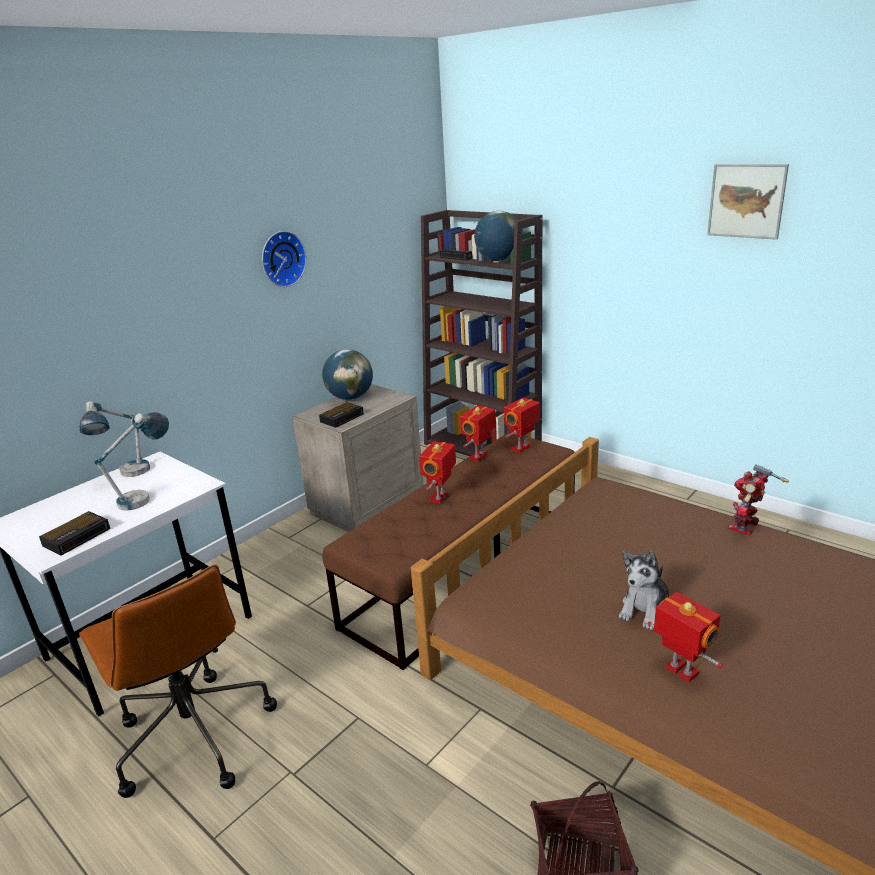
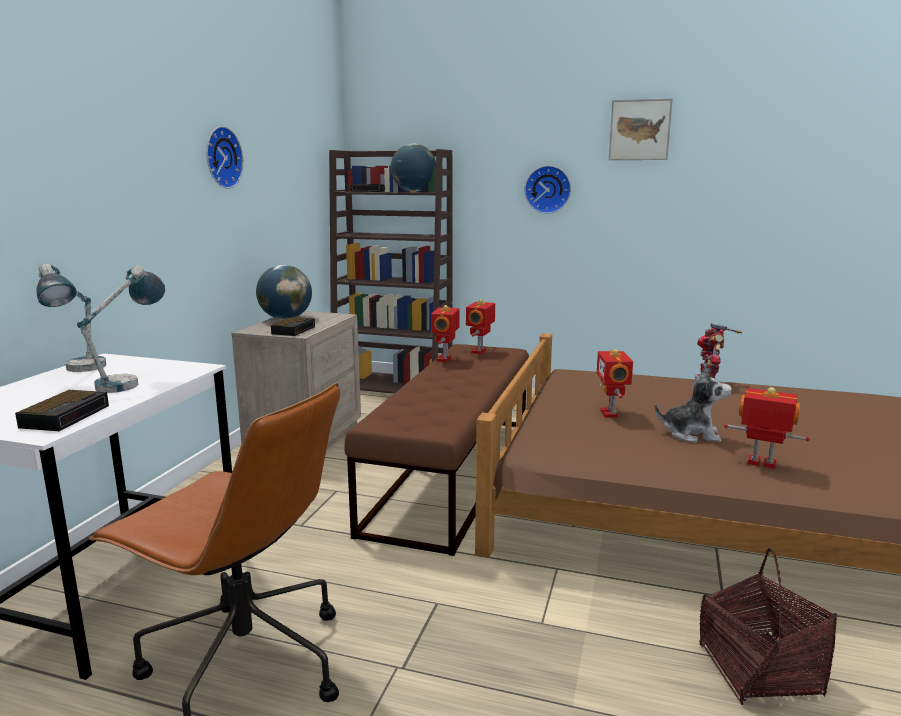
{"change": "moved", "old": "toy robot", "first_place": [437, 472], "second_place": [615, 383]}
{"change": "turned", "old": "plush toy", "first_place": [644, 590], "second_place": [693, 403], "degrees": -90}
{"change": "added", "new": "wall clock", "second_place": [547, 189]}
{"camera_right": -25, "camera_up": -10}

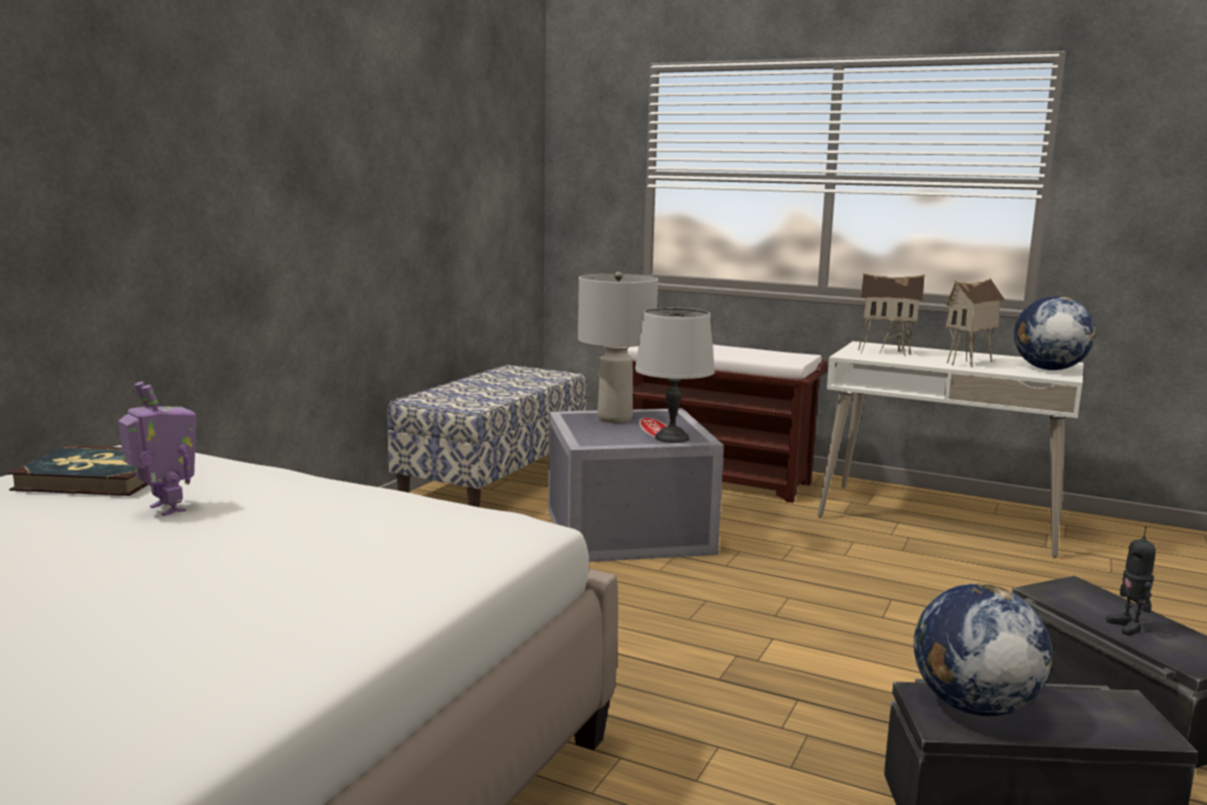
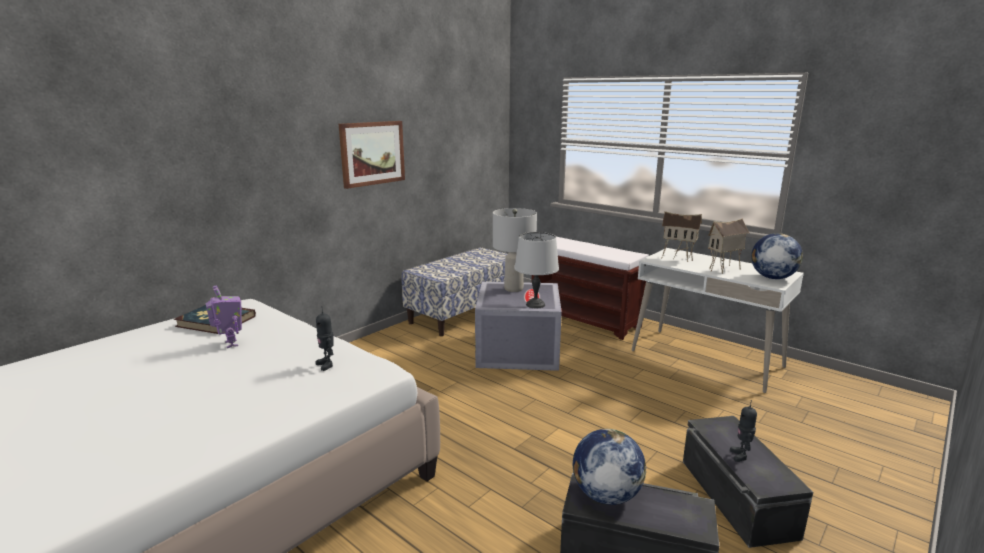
{"change": "added", "new": "toy robot", "second_place": [325, 338]}
{"change": "added", "new": "picture", "second_place": [372, 155]}
{"camera_right": 15, "camera_up": 5}

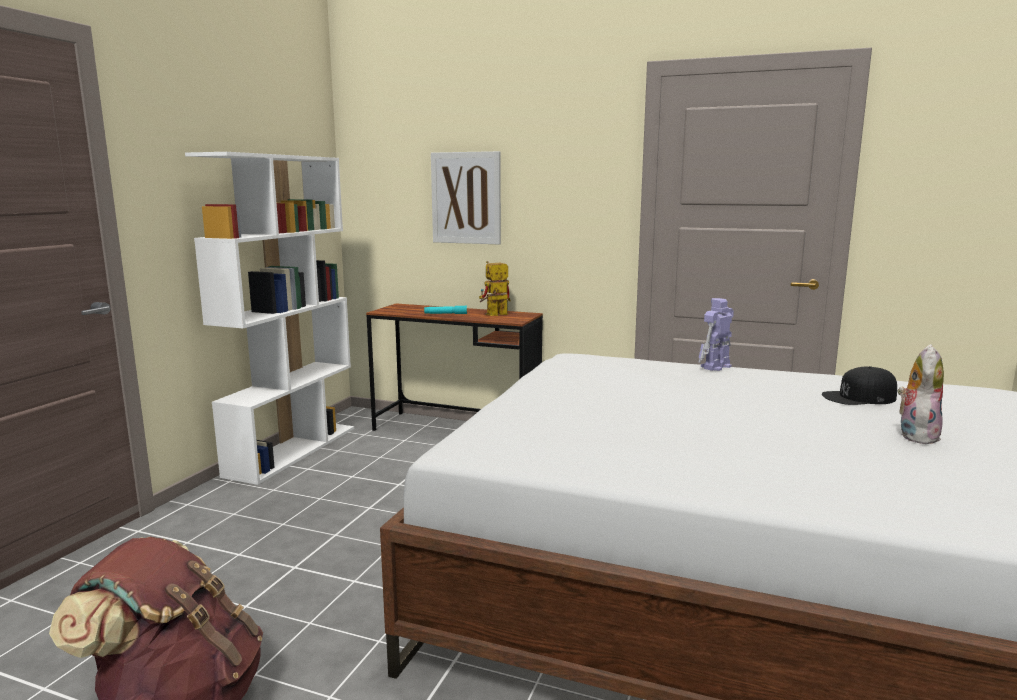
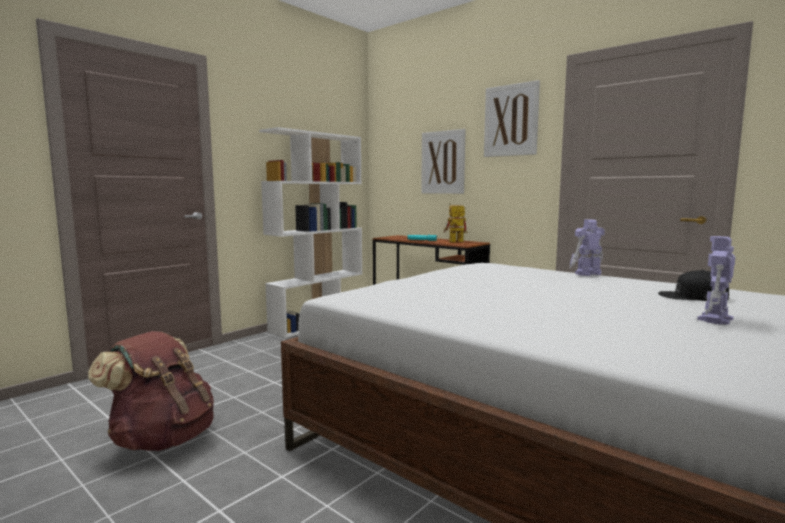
{"change": "replaced", "old": "plush toy", "new": "toy robot", "first_place": [920, 394], "second_place": [716, 280]}
{"change": "added", "new": "picture", "second_place": [512, 118]}
{"camera_right": 20, "camera_up": -5}

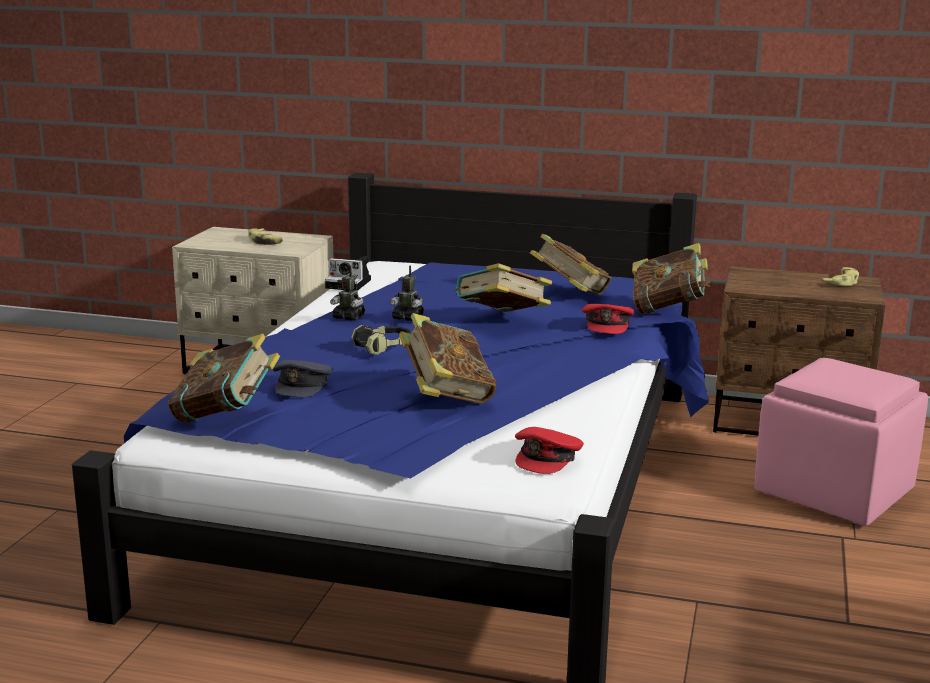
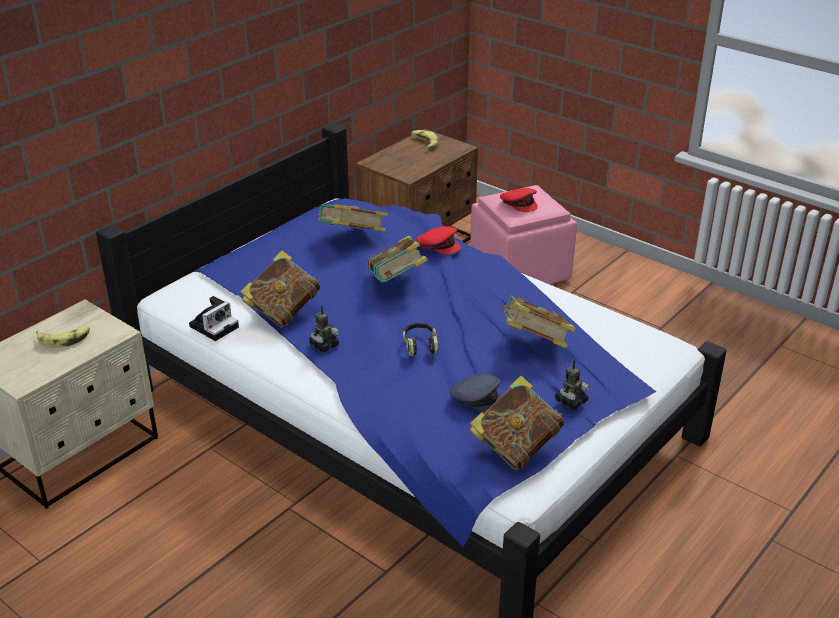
{"change": "moved", "old": "toy robot", "first_place": [407, 293], "second_place": [572, 385]}
{"change": "moved", "old": "cap in red", "first_place": [549, 450], "second_place": [519, 200]}
{"change": "moved", "old": "book", "first_place": [671, 278], "second_place": [280, 289]}
{"camera_right": -65, "camera_up": 15}

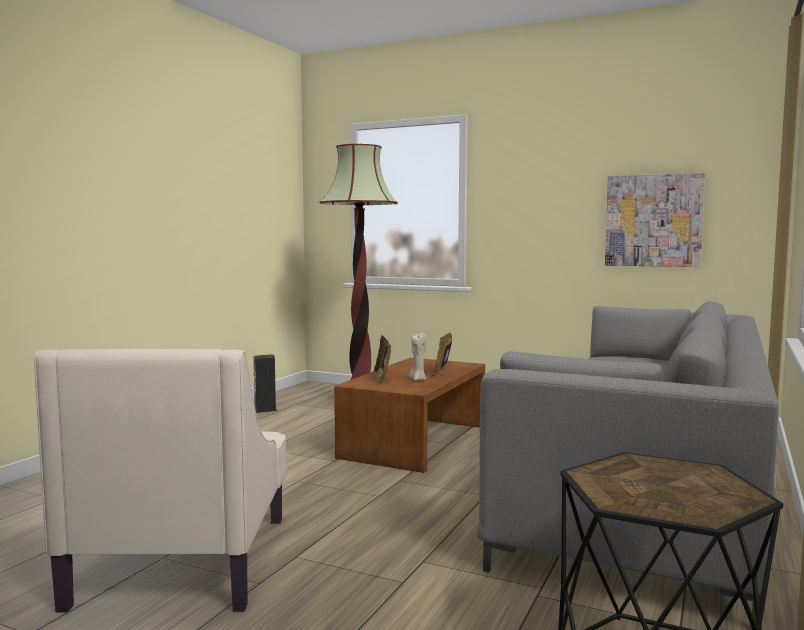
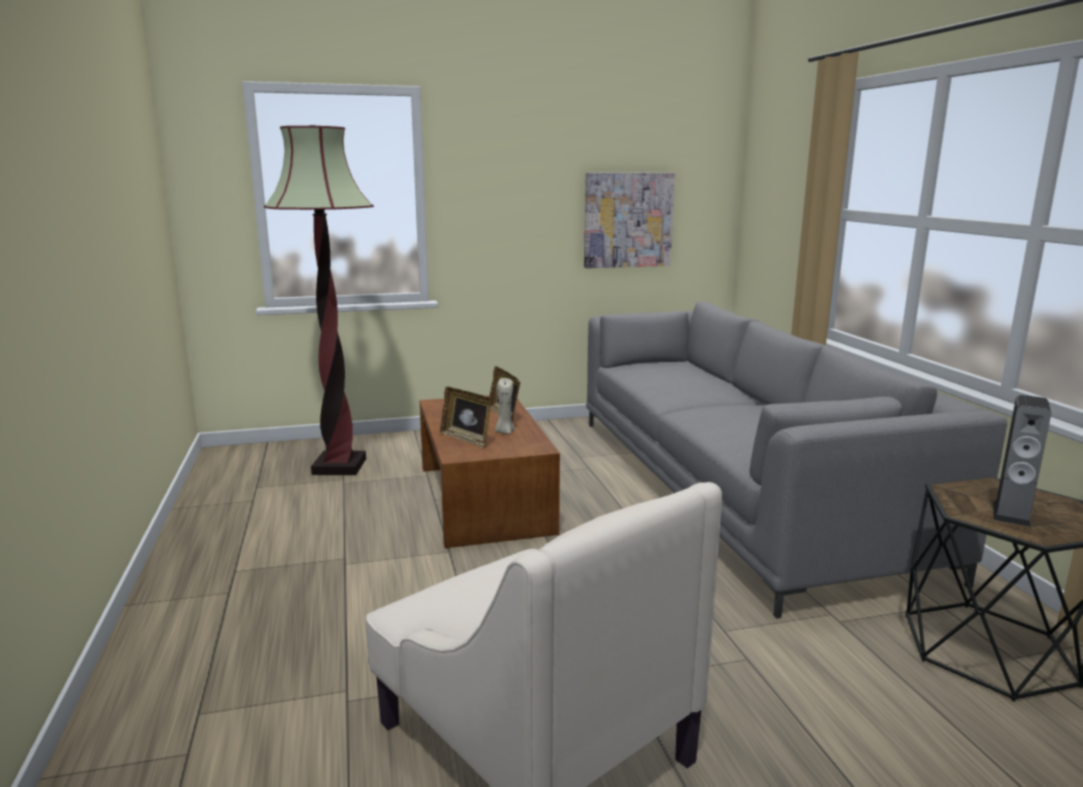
{"change": "moved", "old": "speaker", "first_place": [265, 383], "second_place": [1022, 461]}
{"camera_right": -40, "camera_up": 10}

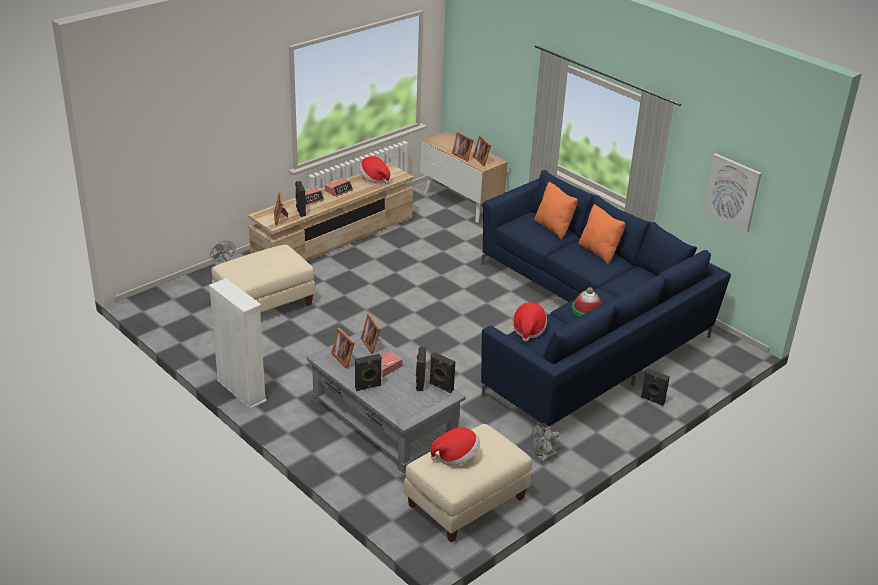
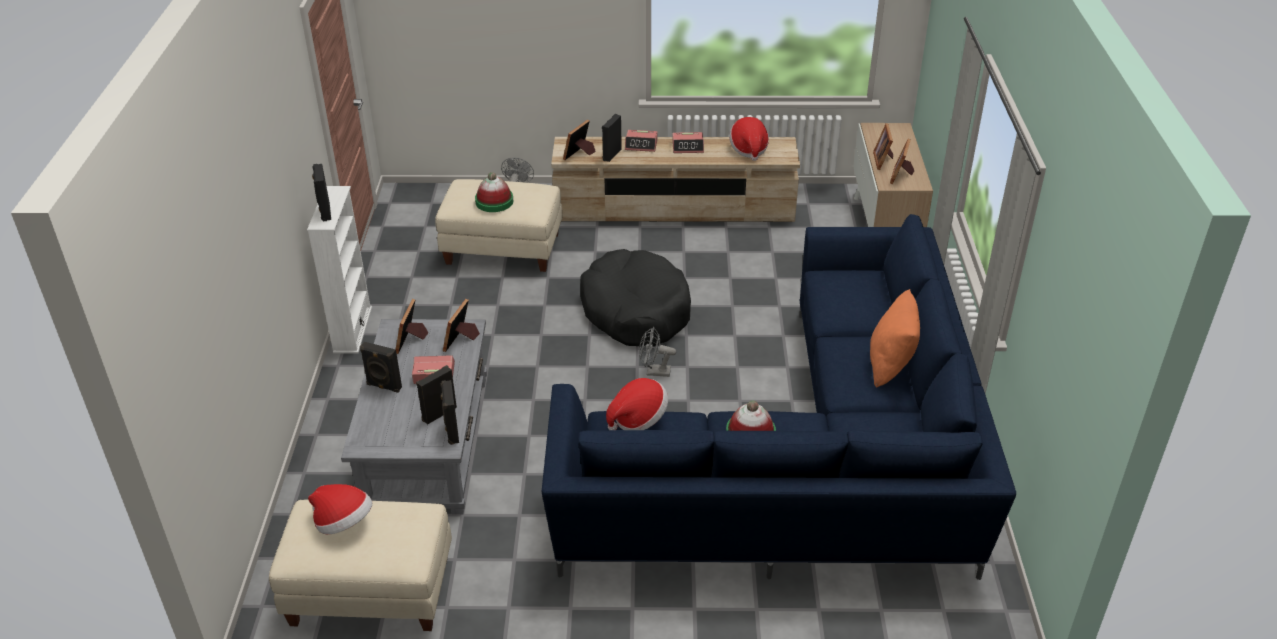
{"change": "moved", "old": "fan in grey", "first_place": [545, 442], "second_place": [657, 352]}
{"change": "removed", "old": "pillow in orange", "first_place": [556, 210]}
{"change": "moved", "old": "speaker in black", "first_place": [655, 387], "second_place": [321, 193]}
{"change": "removed", "old": "picture", "first_place": [732, 192]}
{"change": "added", "new": "hat", "second_place": [494, 192]}
{"change": "added", "new": "dog bed in black", "second_place": [635, 297]}
{"camera_right": 45, "camera_up": 5}

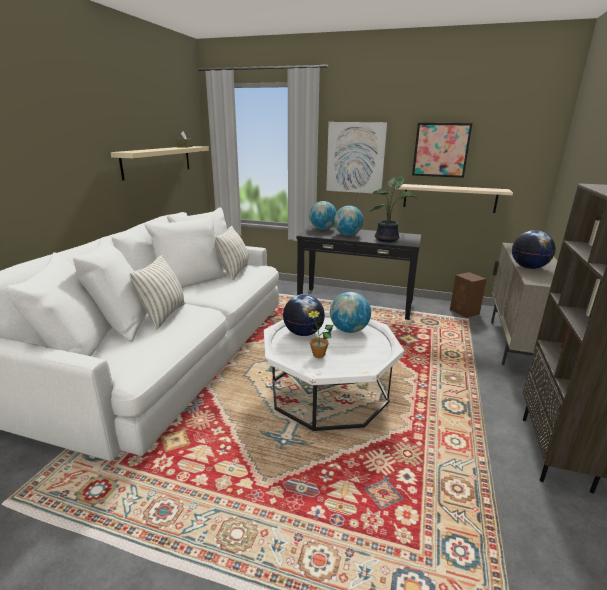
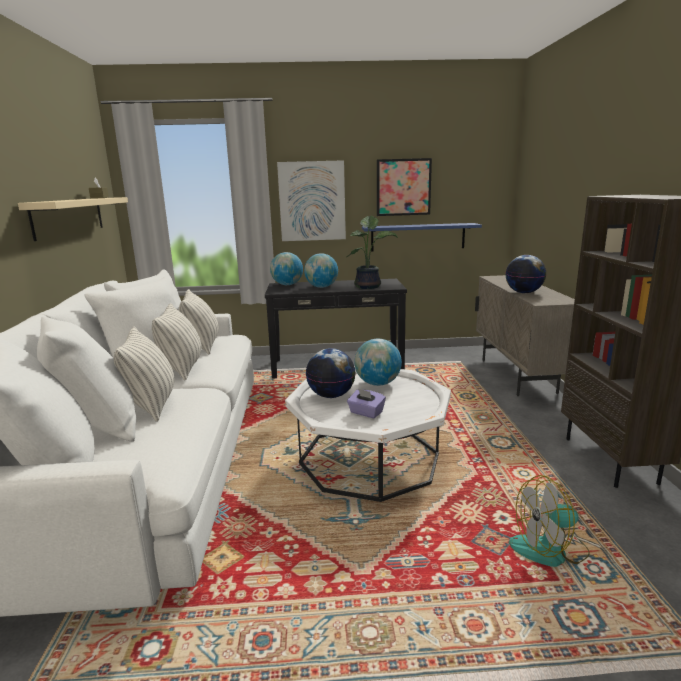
{"change": "replaced", "old": "potted plant", "new": "tissue box in purple", "first_place": [320, 334], "second_place": [366, 403]}
{"change": "recoloured", "old": "shelf in beige", "new": "shelf in blue", "first_place": [455, 198], "second_place": [422, 237]}
{"change": "removed", "old": "speaker in brown", "first_place": [468, 295]}
{"change": "added", "new": "pillow", "second_place": [177, 342]}
{"change": "added", "new": "fan", "second_place": [549, 521]}
{"camera_right": -20, "camera_up": -5}

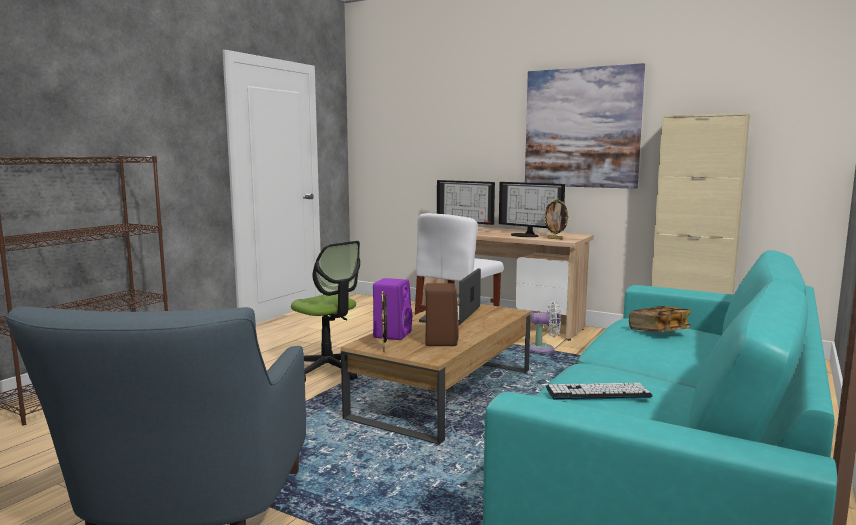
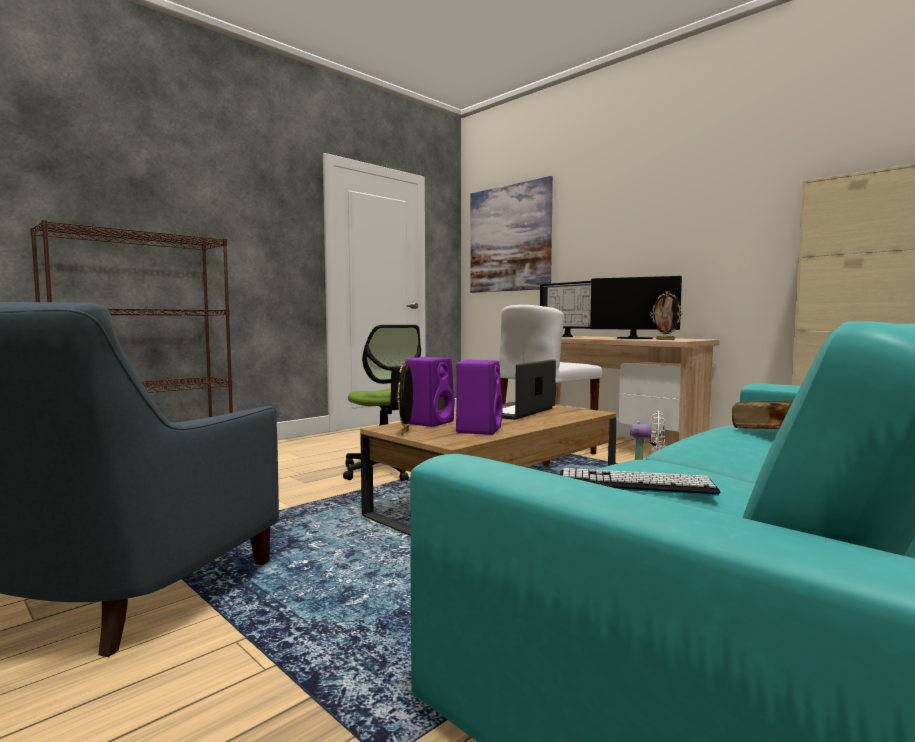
{"change": "recoloured", "old": "speaker in brown", "new": "speaker in purple", "first_place": [442, 314], "second_place": [479, 397]}
{"change": "turned", "old": "monitor", "first_place": [532, 209], "second_place": [636, 307], "degrees": 150}
{"change": "moved", "old": "picture", "first_place": [585, 126], "second_place": [511, 234]}
{"camera_right": 15, "camera_up": -5}

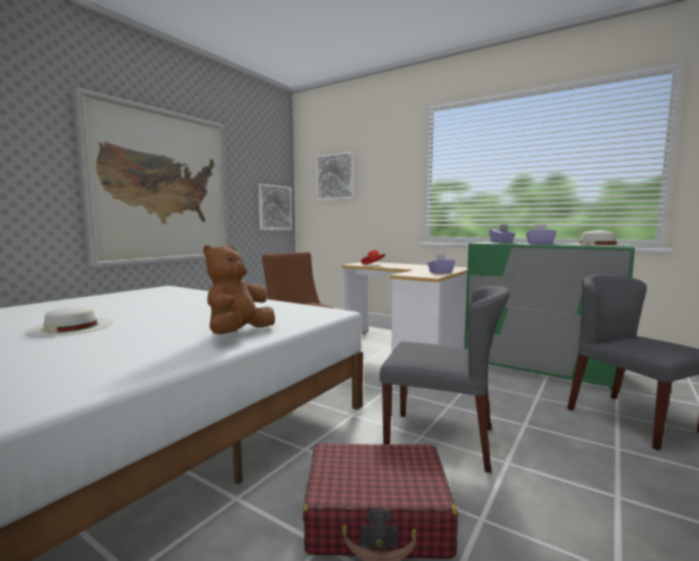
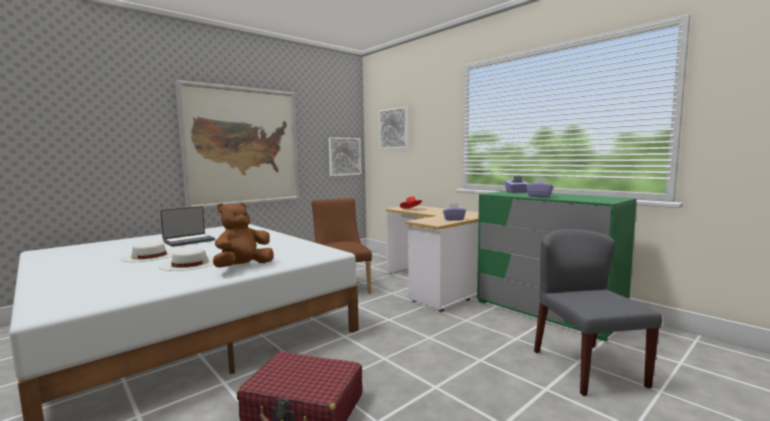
{"change": "removed", "old": "chair in grey", "first_place": [445, 379]}
{"change": "moved", "old": "hat in white", "first_place": [598, 238], "second_place": [186, 259]}
{"change": "added", "new": "laptop", "second_place": [187, 226]}
{"camera_right": 15, "camera_up": 0}

